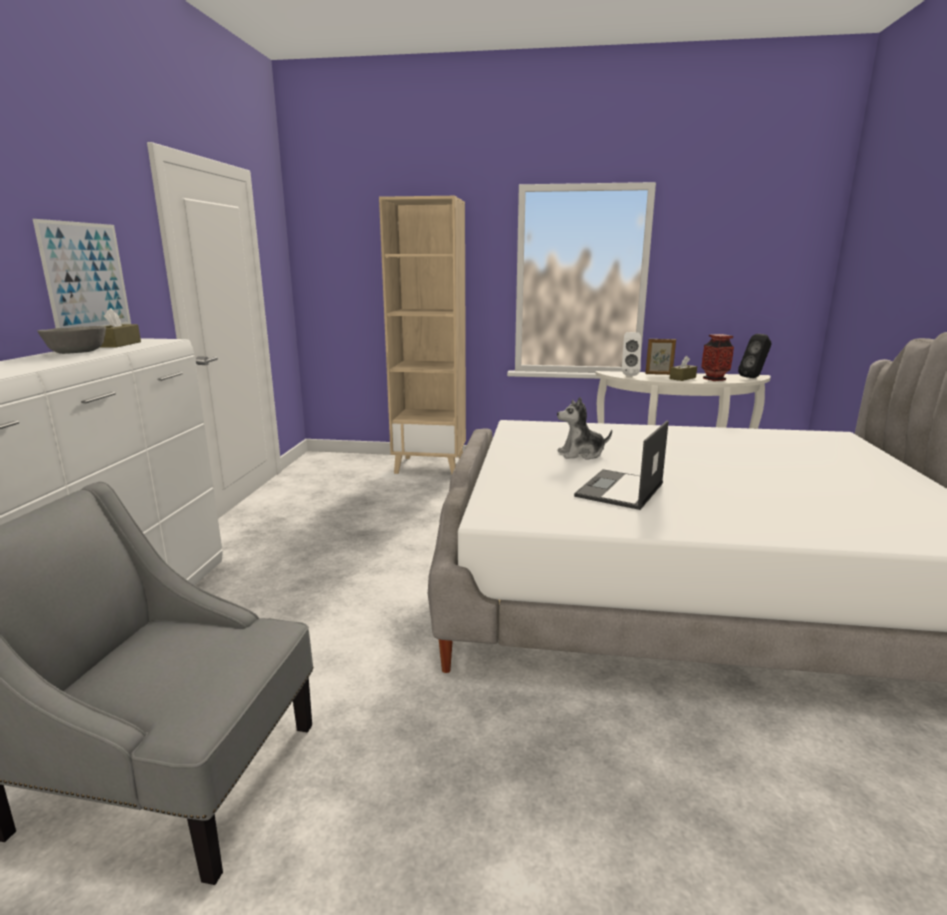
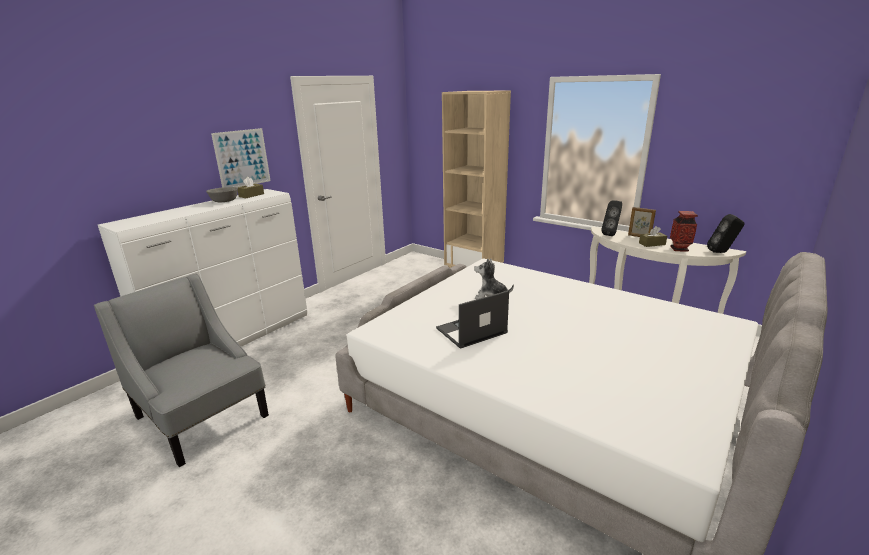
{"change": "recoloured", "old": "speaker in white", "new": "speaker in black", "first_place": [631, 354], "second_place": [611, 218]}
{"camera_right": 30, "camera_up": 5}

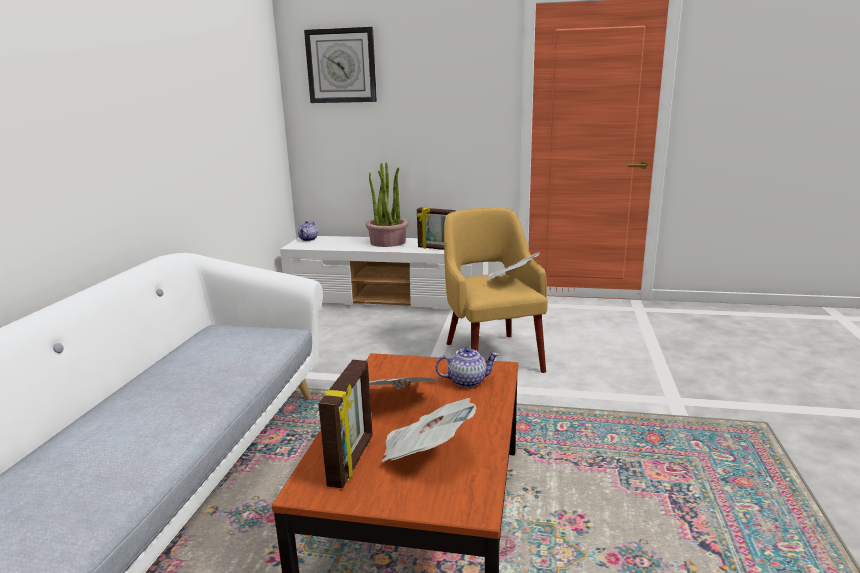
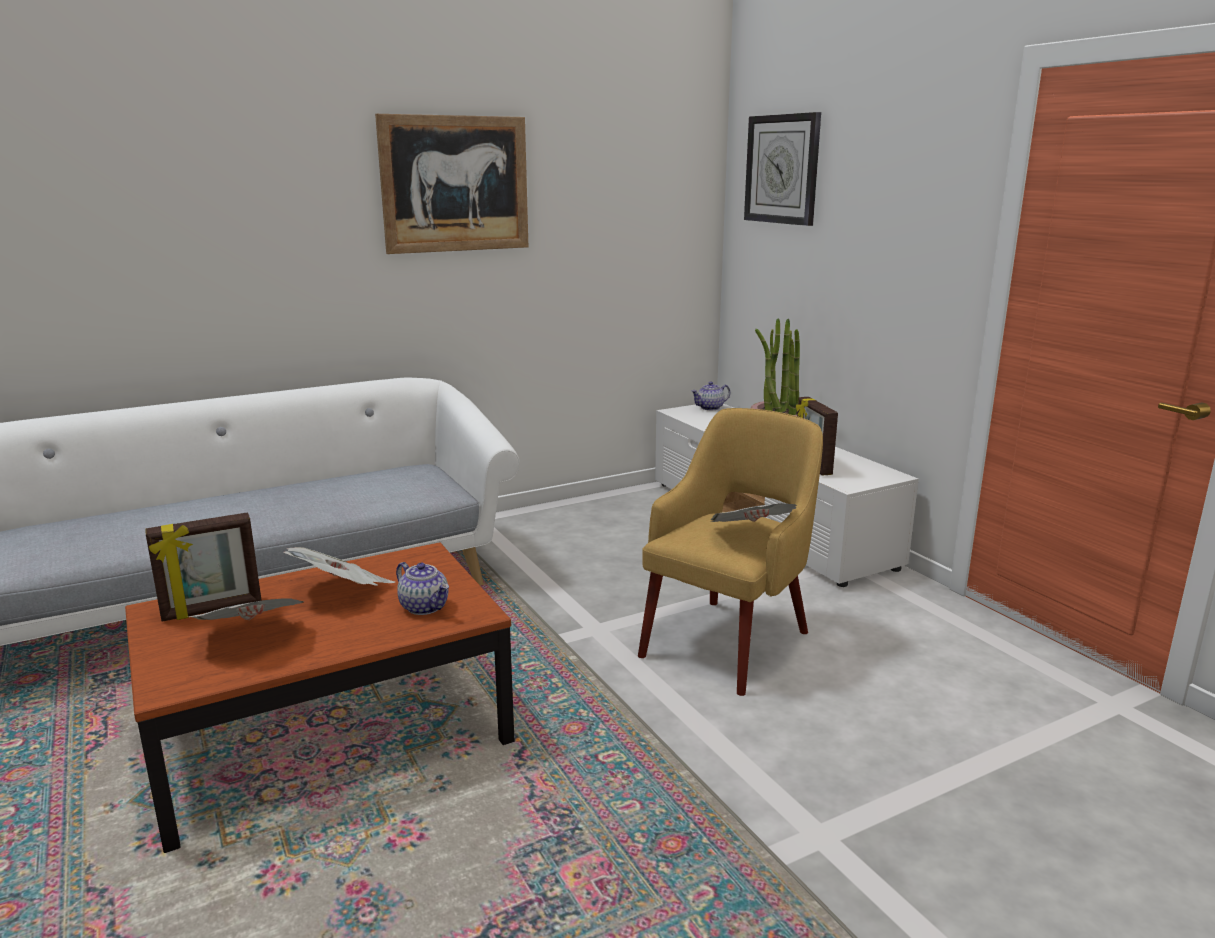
{"change": "added", "new": "picture", "second_place": [451, 184]}
{"camera_right": 50, "camera_up": 0}

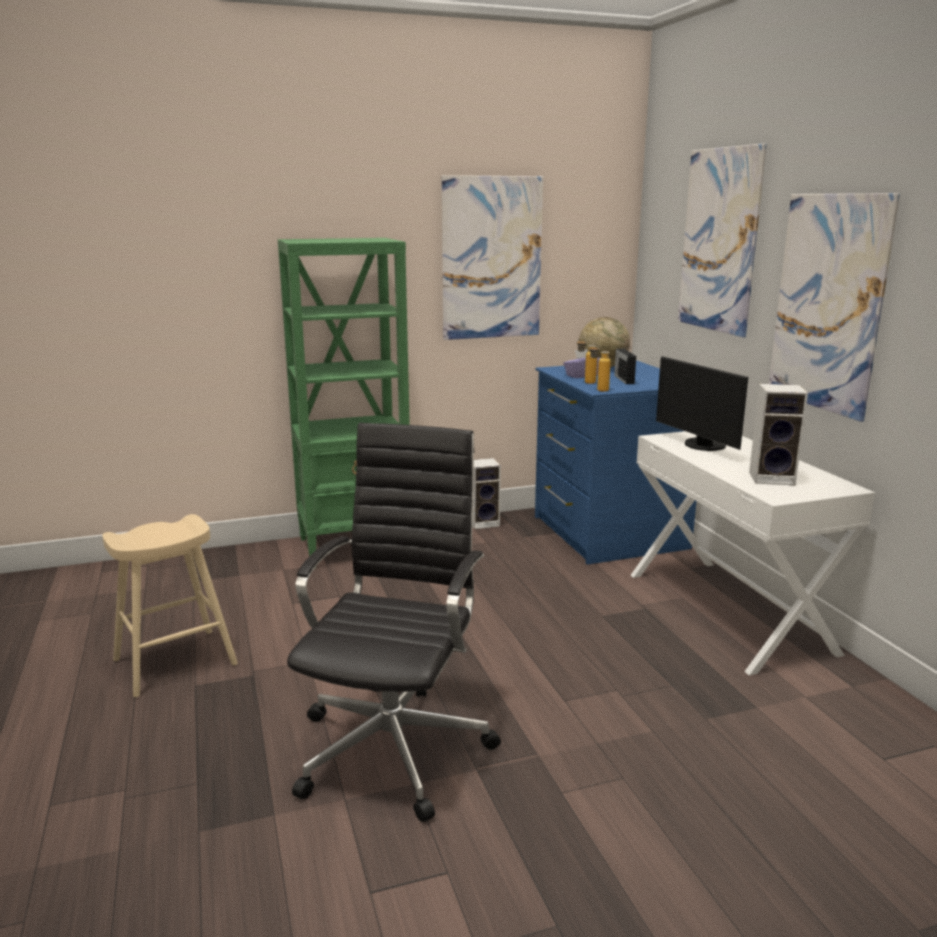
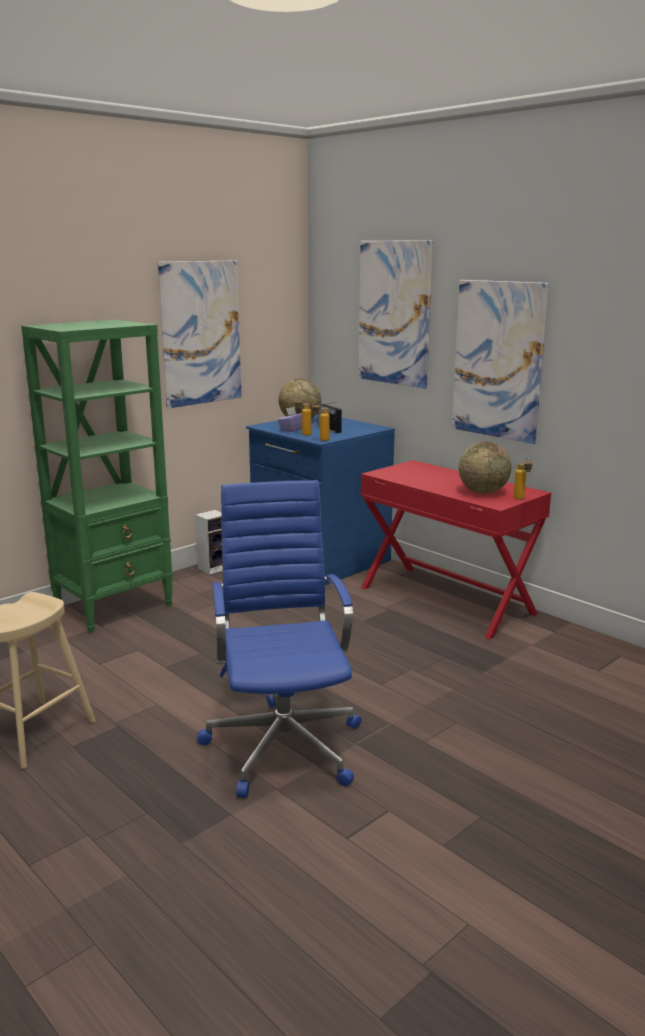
{"change": "recoloured", "old": "office chair in black", "new": "office chair in blue", "first_place": [394, 622], "second_place": [279, 639]}
{"change": "recoloured", "old": "desk in white", "new": "desk in red", "first_place": [752, 553], "second_place": [456, 549]}
{"change": "removed", "old": "monitor", "first_place": [702, 403]}
{"change": "replaced", "old": "speaker", "new": "globe", "first_place": [778, 434], "second_place": [484, 467]}
{"change": "added", "new": "bottle", "second_place": [523, 479]}
{"camera_right": -25, "camera_up": 0}

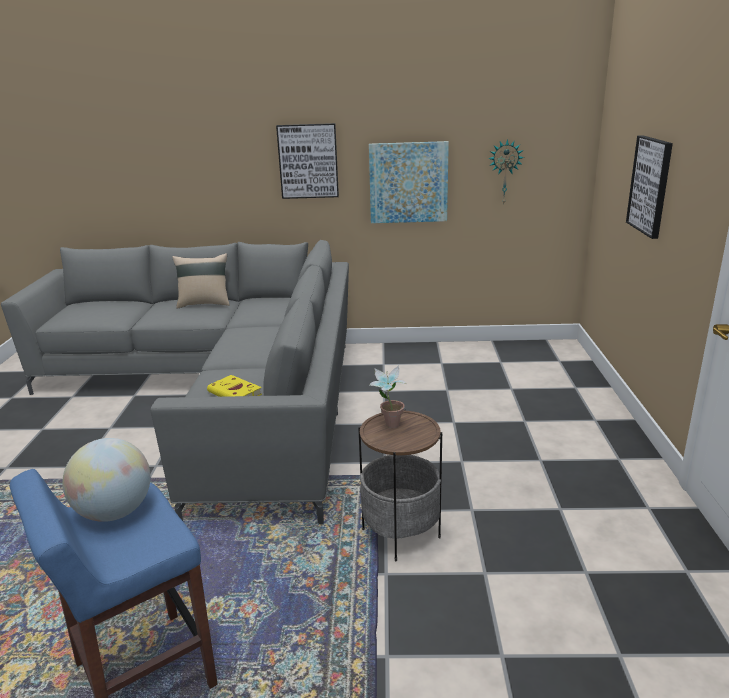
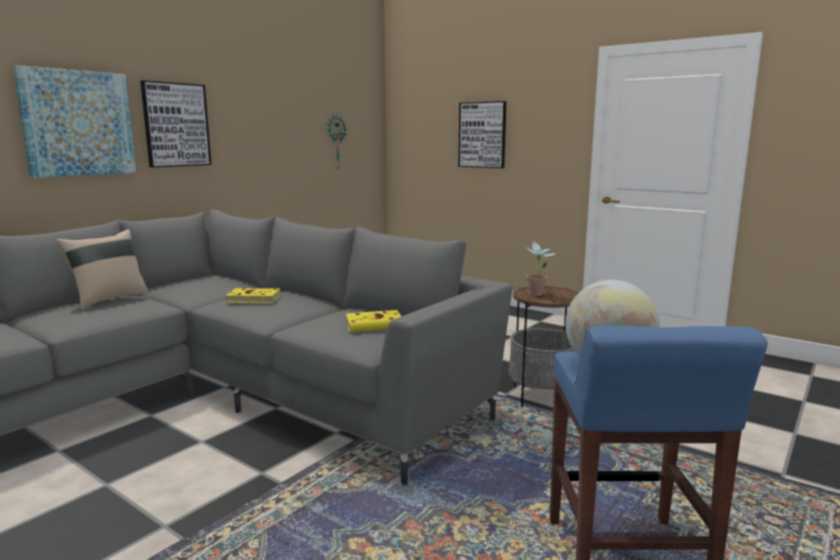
{"change": "moved", "old": "picture", "first_place": [409, 182], "second_place": [74, 121]}
{"change": "added", "new": "book in yellow", "second_place": [252, 296]}
{"camera_right": -55, "camera_up": -10}

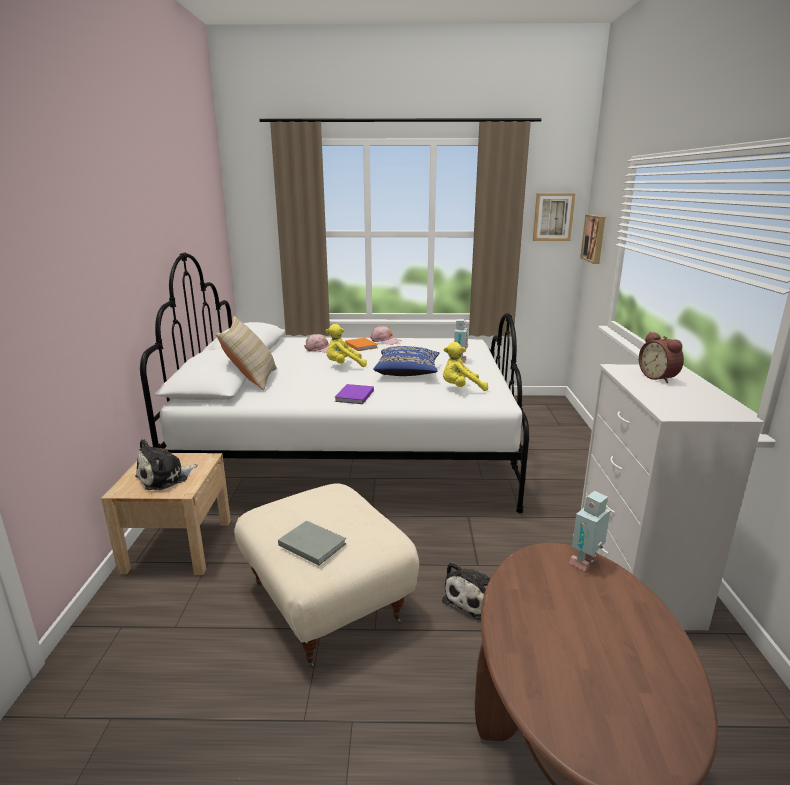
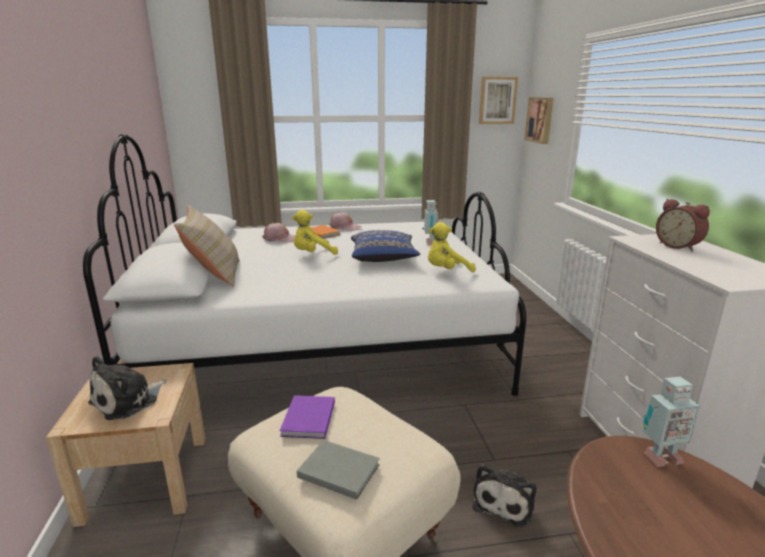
{"change": "moved", "old": "book in purple", "first_place": [354, 394], "second_place": [307, 417]}
{"change": "turned", "old": "toy robot", "first_place": [589, 531], "second_place": [671, 422], "degrees": -135}
{"camera_right": -10, "camera_up": 0}

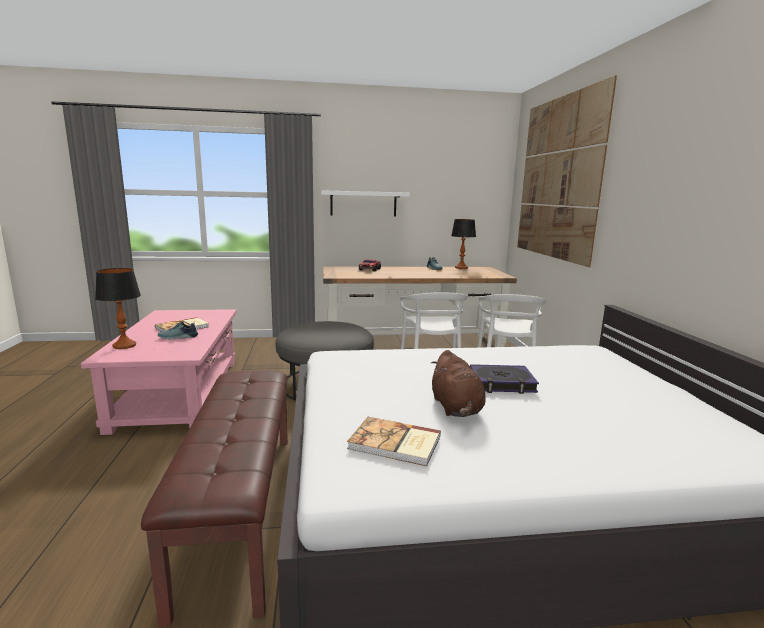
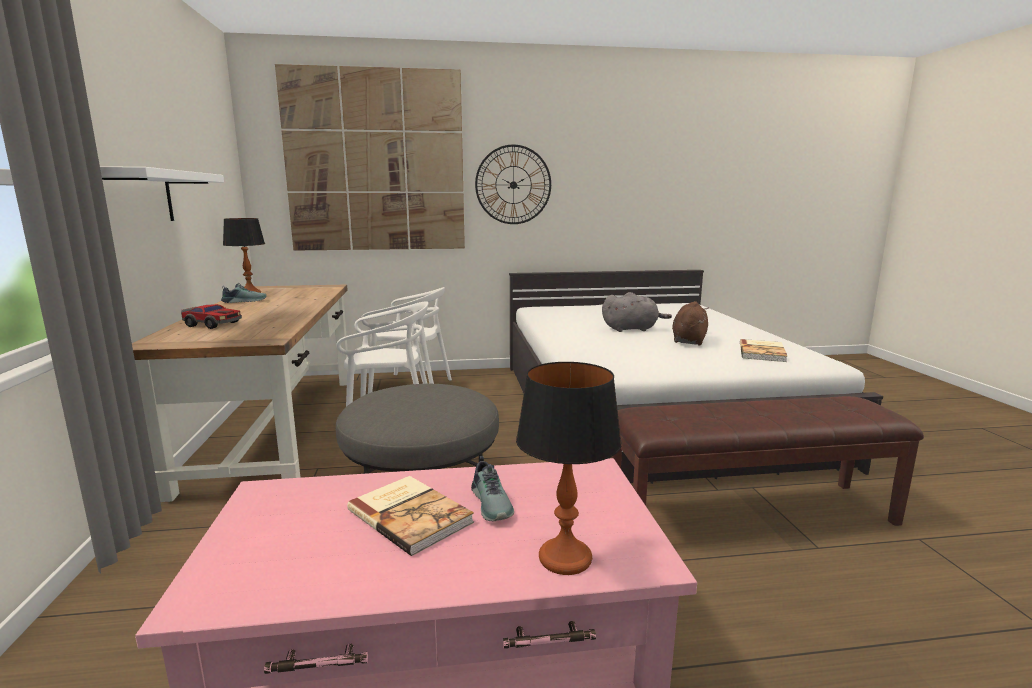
{"change": "turned", "old": "plush toy in brown", "first_place": [458, 383], "second_place": [690, 323], "degrees": -60}
{"change": "replaced", "old": "book", "new": "plush toy in grey", "first_place": [504, 379], "second_place": [637, 312]}
{"change": "added", "new": "wall clock", "second_place": [513, 184]}
{"camera_right": -90, "camera_up": 0}

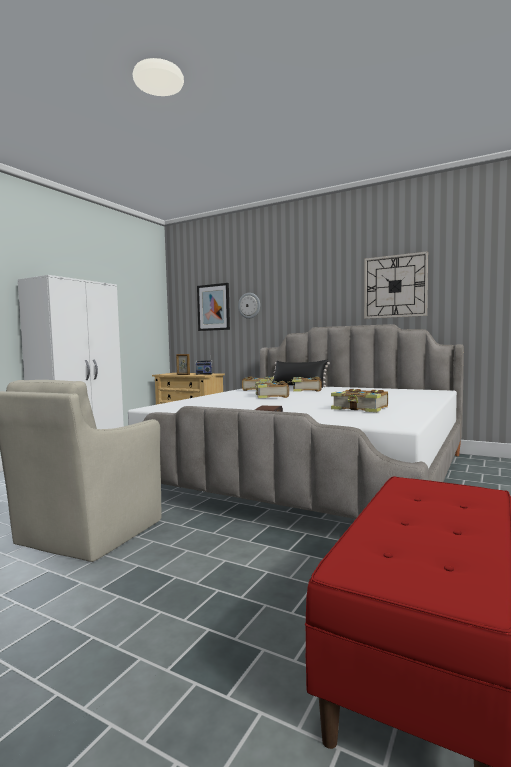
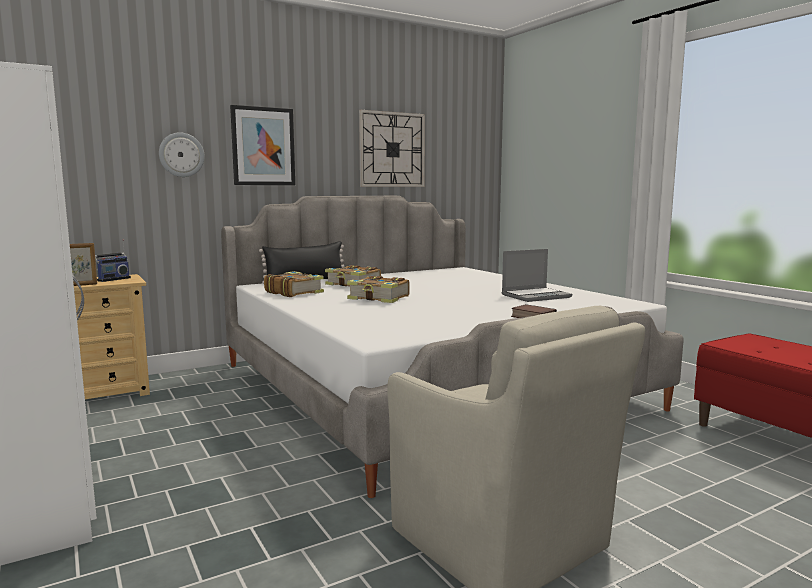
{"change": "moved", "old": "picture", "first_place": [213, 307], "second_place": [262, 145]}
{"change": "replaced", "old": "book", "new": "laptop", "first_place": [359, 400], "second_place": [537, 275]}
{"camera_right": -60, "camera_up": 5}

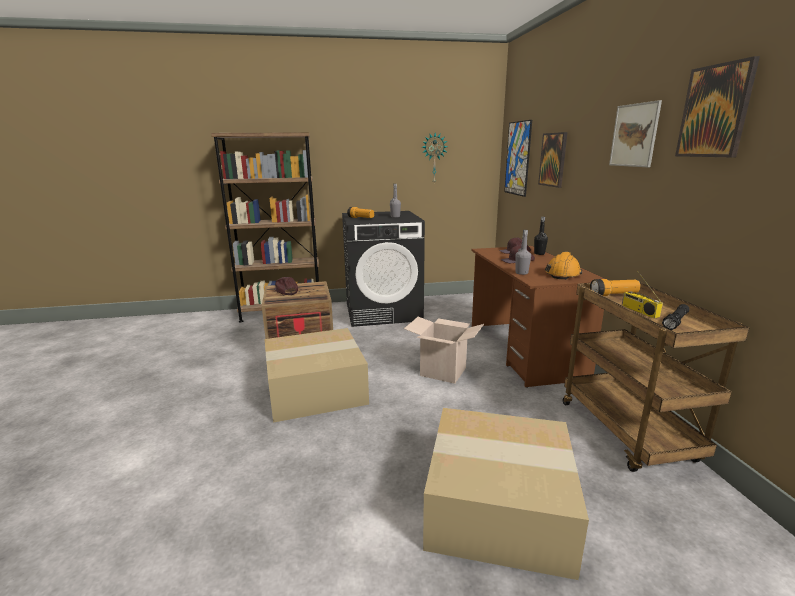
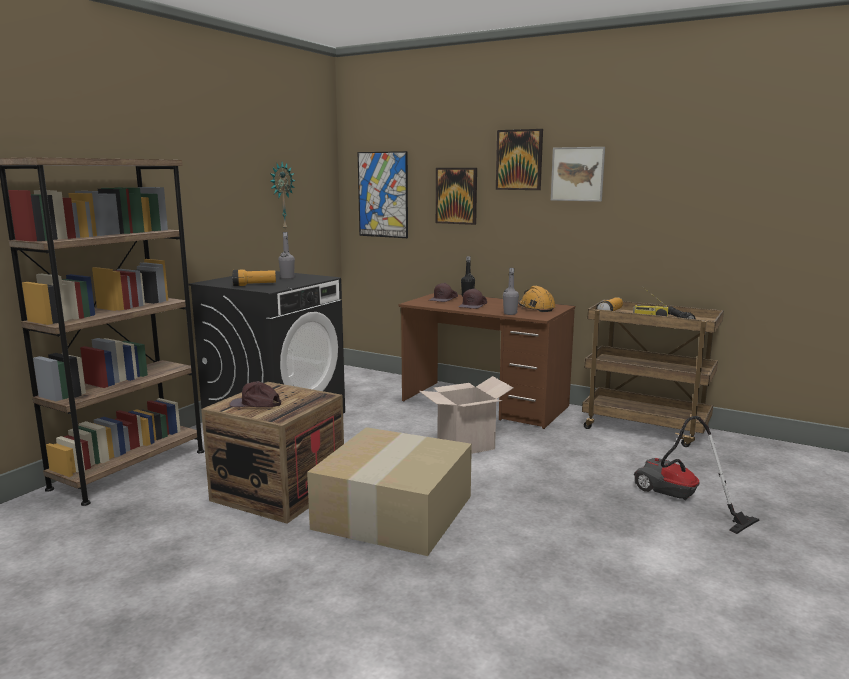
{"change": "replaced", "old": "cardboard box", "new": "vacuum cleaner", "first_place": [506, 494], "second_place": [697, 475]}
{"change": "moved", "old": "picture", "first_place": [717, 106], "second_place": [519, 159]}
{"camera_right": -50, "camera_up": -5}

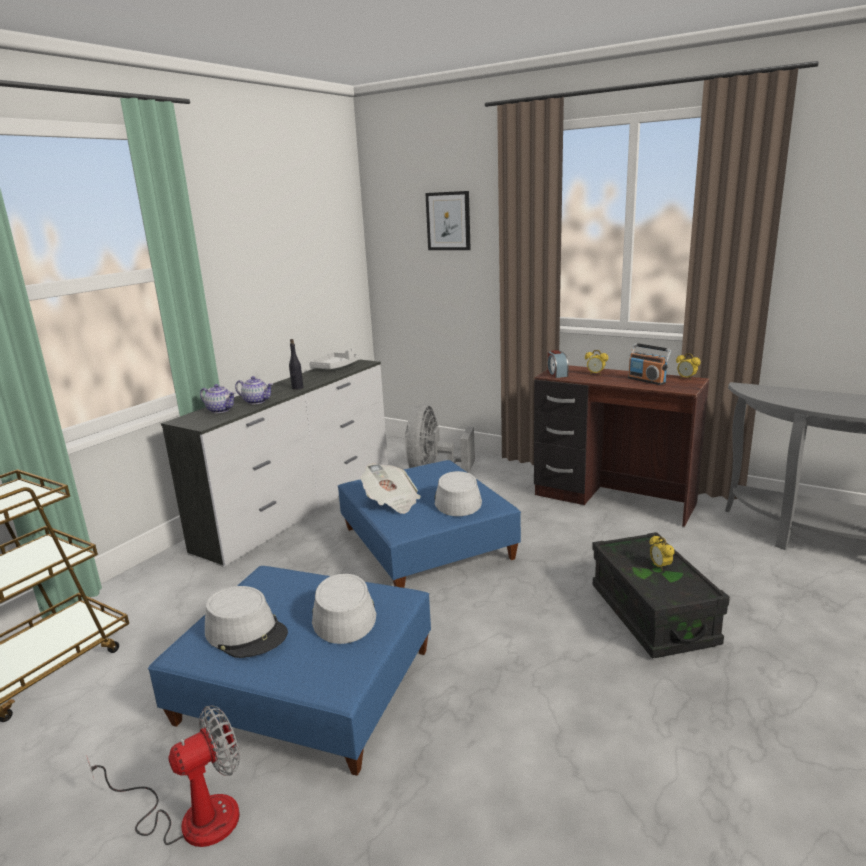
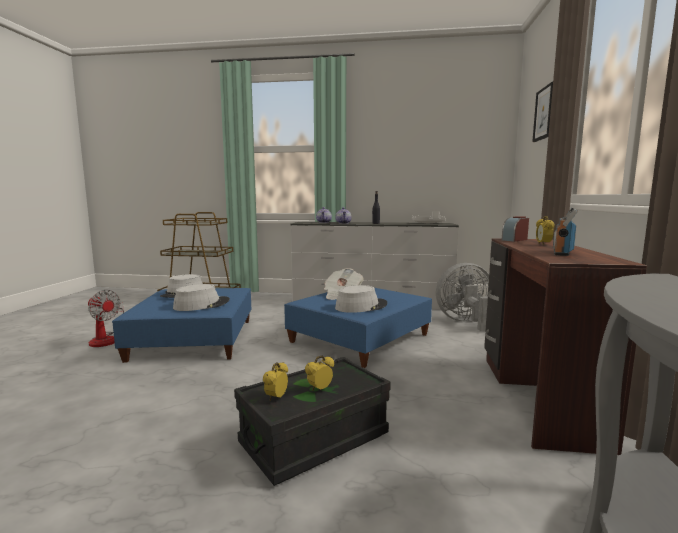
{"change": "moved", "old": "alarm clock", "first_place": [688, 366], "second_place": [275, 381]}
{"camera_right": 65, "camera_up": -10}

